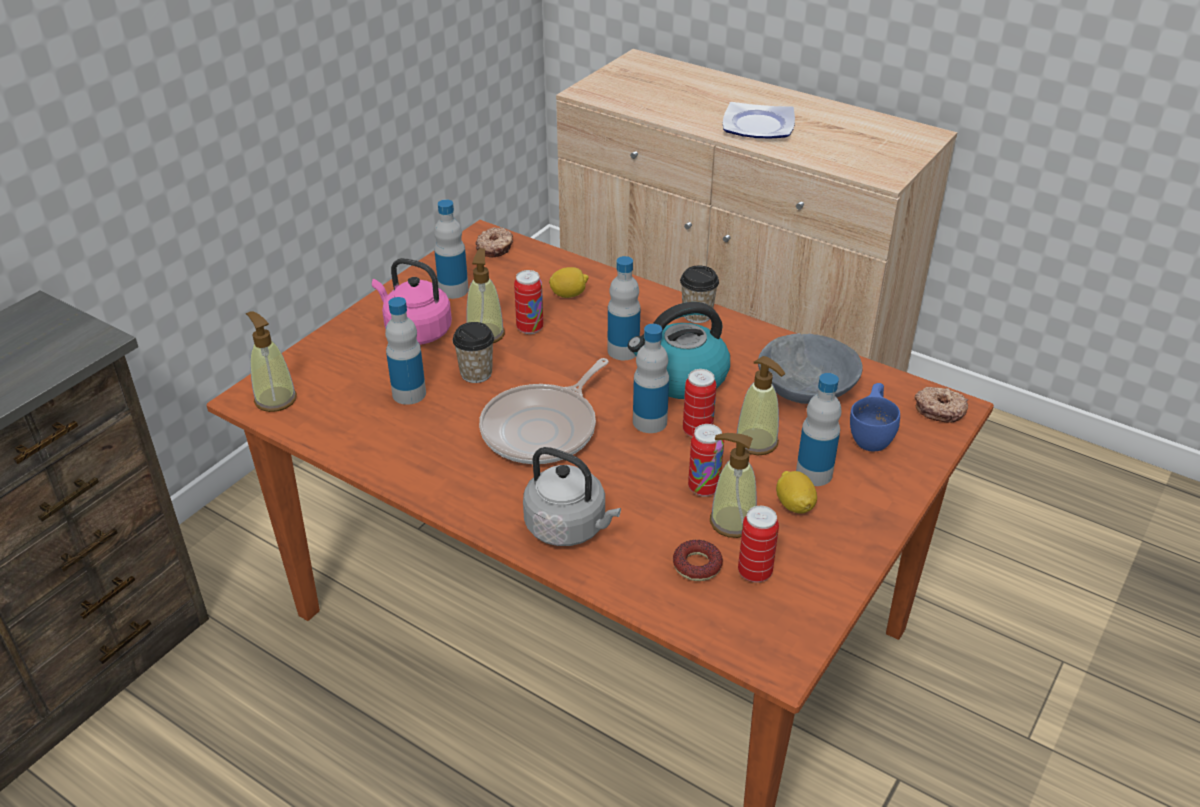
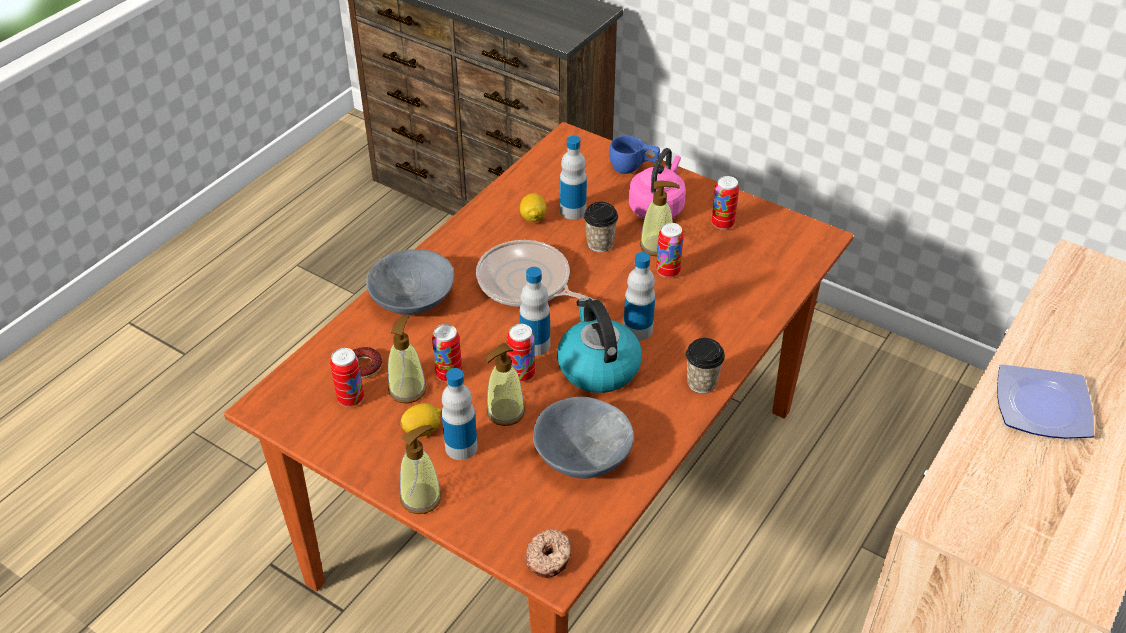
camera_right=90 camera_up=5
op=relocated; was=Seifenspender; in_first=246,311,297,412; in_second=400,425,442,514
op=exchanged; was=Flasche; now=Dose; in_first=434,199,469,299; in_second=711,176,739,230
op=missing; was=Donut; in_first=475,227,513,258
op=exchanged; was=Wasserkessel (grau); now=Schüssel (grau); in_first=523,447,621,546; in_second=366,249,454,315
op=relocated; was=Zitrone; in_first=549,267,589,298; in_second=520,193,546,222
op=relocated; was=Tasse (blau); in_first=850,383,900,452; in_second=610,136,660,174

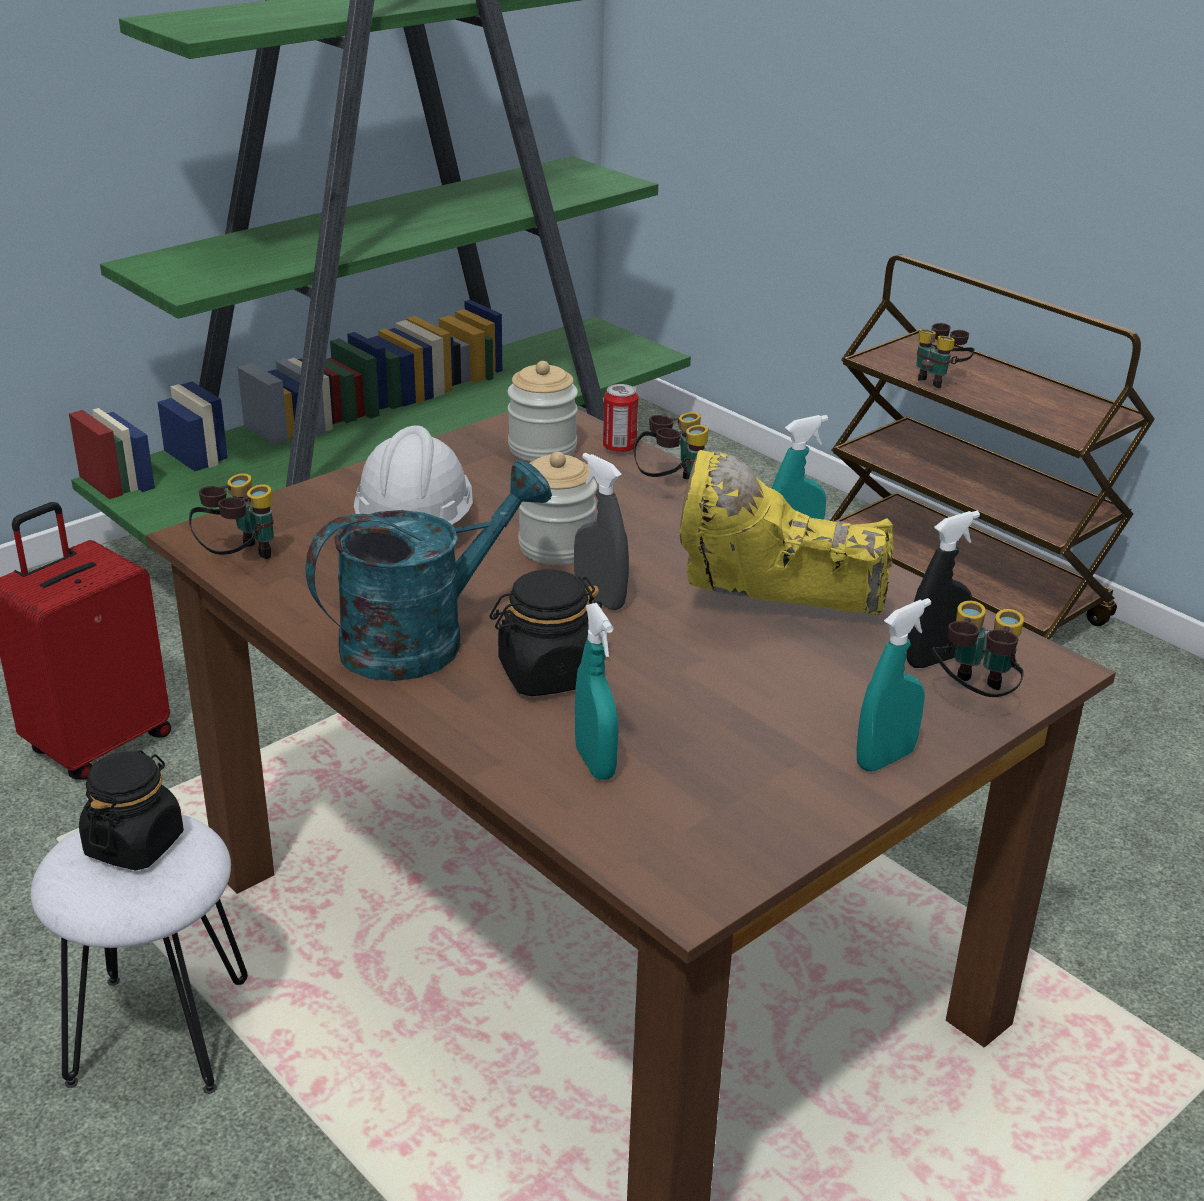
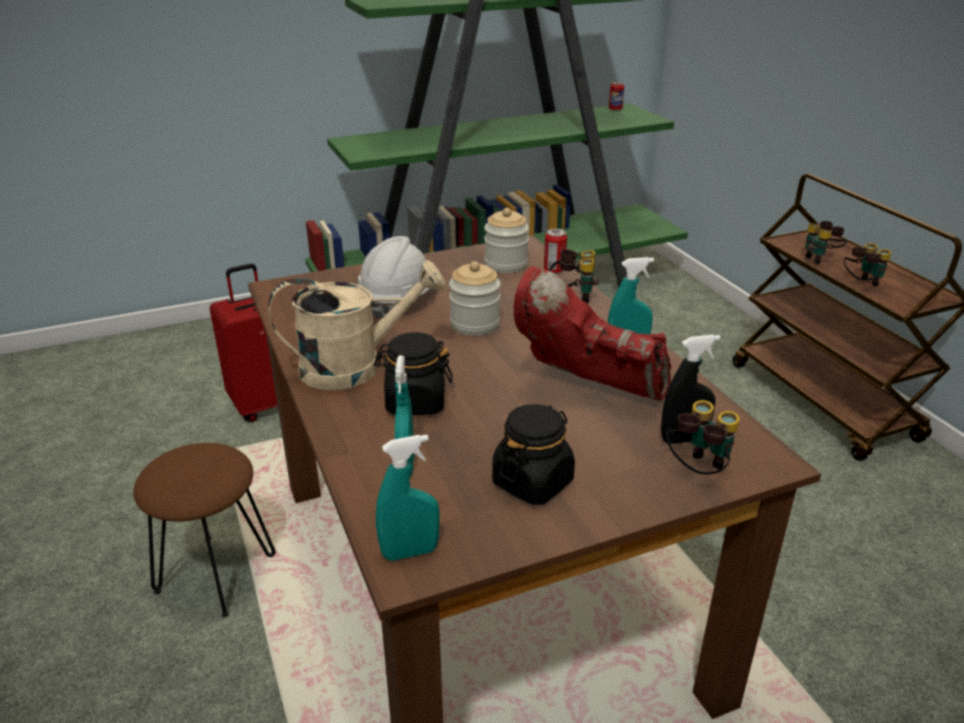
camera_right=20 camera_up=0
op=colour; was=Hocker (weiß); now=Hocker (braun); in_first=31,814,248,1094; in_second=133,443,276,618
op=relocated; was=Vorratsglas (schwarz); in_first=79,750,184,871; in_second=492,404,575,505
op=relocated; was=Fernglas; in_first=189,473,274,559; in_second=844,243,891,287
op=colour; was=Gießkanne (türkis); now=Gießkanne (beige); in_first=306,460,552,681; in_second=268,260,446,390
op=missing; was=Sprühflasche (grau); in_first=574,453,629,610
op=colour; was=Stiefel (gelb); now=Stiefel (rot); in_first=680,450,894,616; in_second=514,266,671,402
op=relocated; was=Sprühflasche (türkis); in_first=857,598,931,771; in_second=376,435,440,561
op=appeared; now=Dose; in_second=609,82,624,111

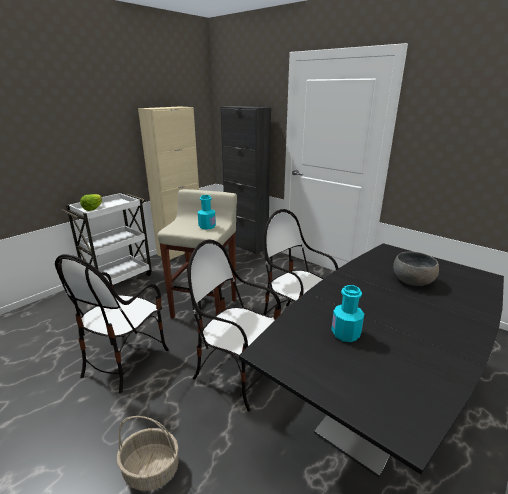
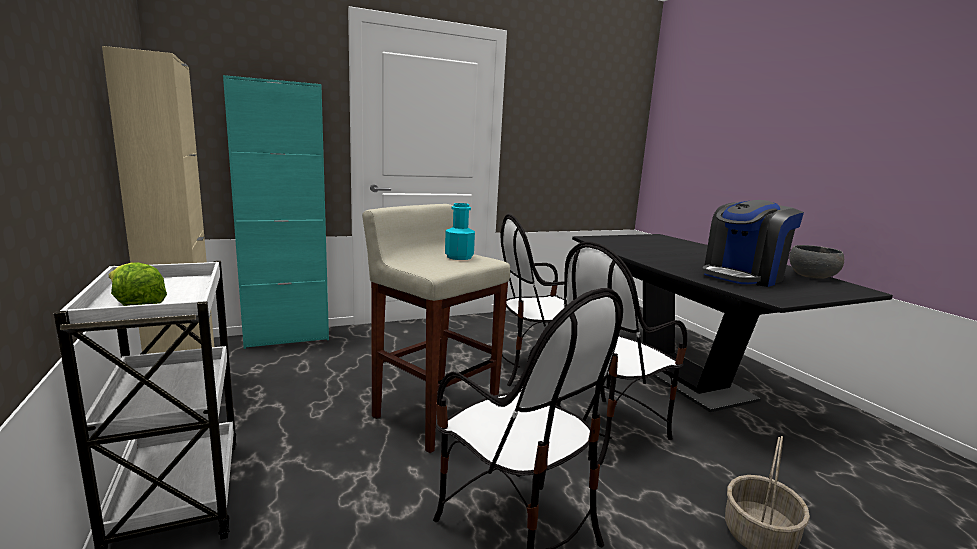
camera_right=-65 camera_up=-10
op=colour; was=Schrank (schwarz); now=Schrank (türkis); in_first=220,106,271,254; in_second=223,75,329,349
op=exchanged; was=Flasche (türkis); now=Kaffeemaschine; in_first=331,285,364,342; in_second=702,200,804,287
op=relocated; was=Schüssel (grau); in_first=393,251,439,286; in_second=789,245,844,279

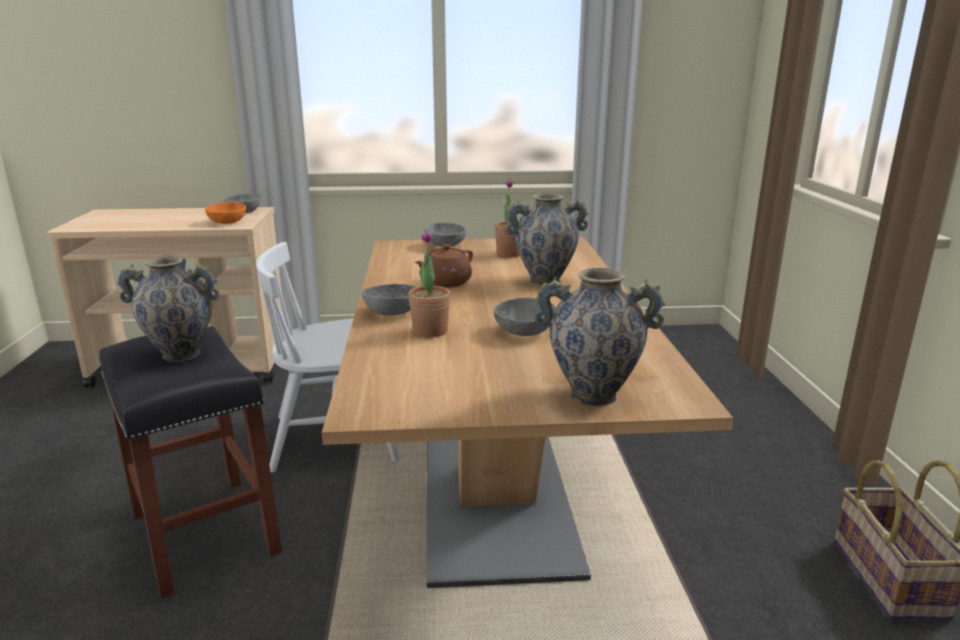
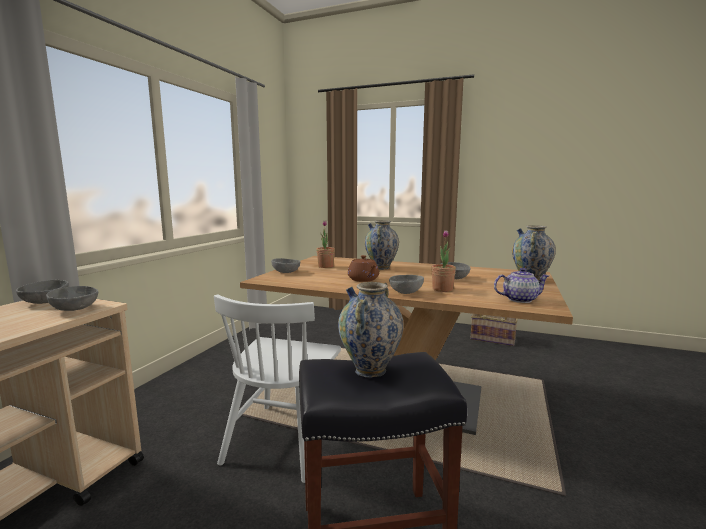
camera_right=-65 camera_up=-10
op=colour; was=Schüssel (orange); now=Schüssel (grau); in_first=205,202,246,224; in_second=46,286,98,311
op=appeared; now=Teekanne; in_second=494,268,549,303

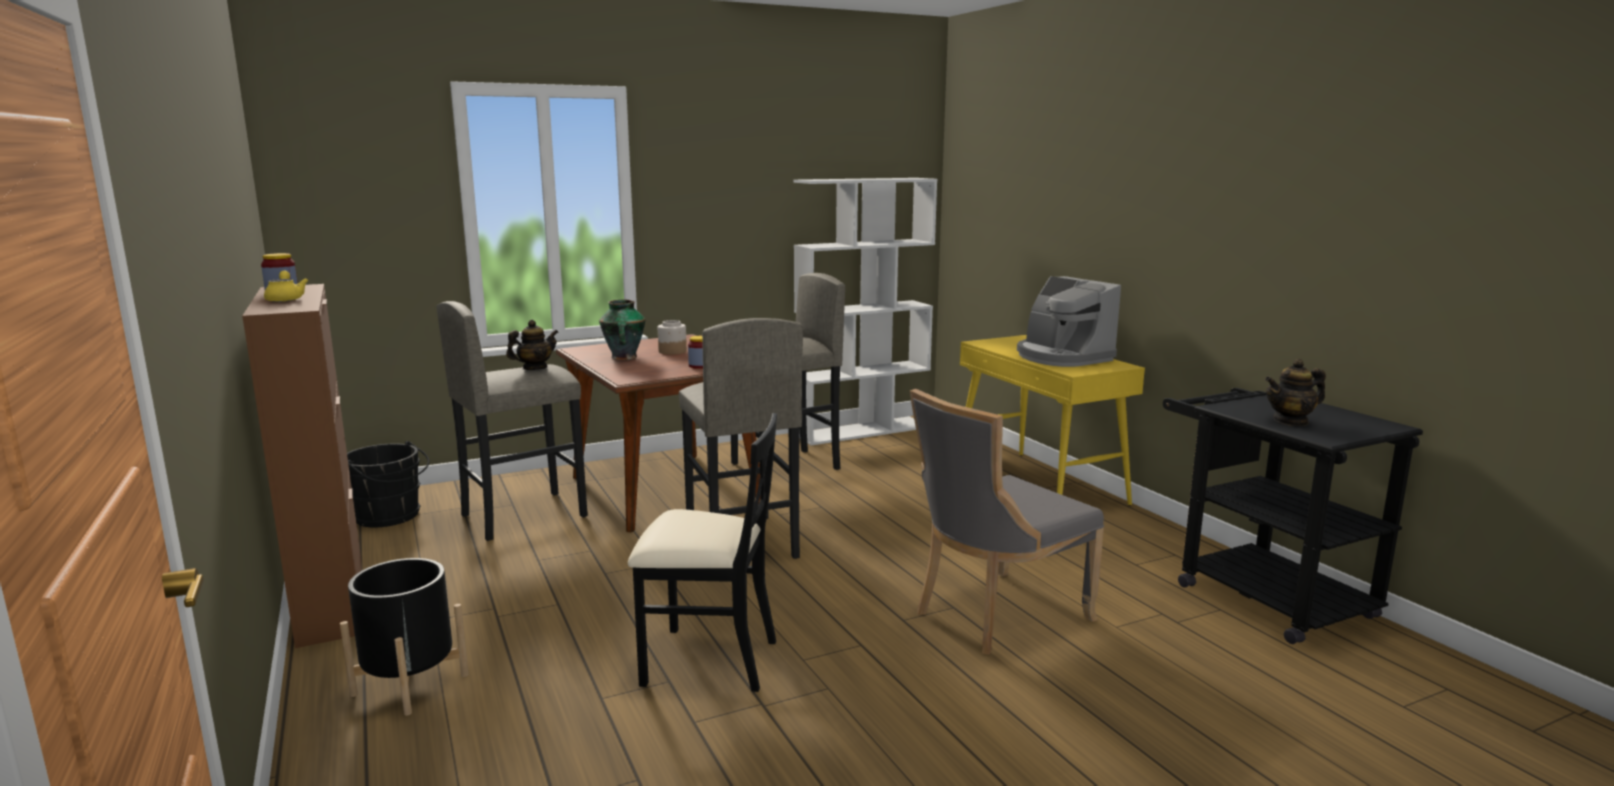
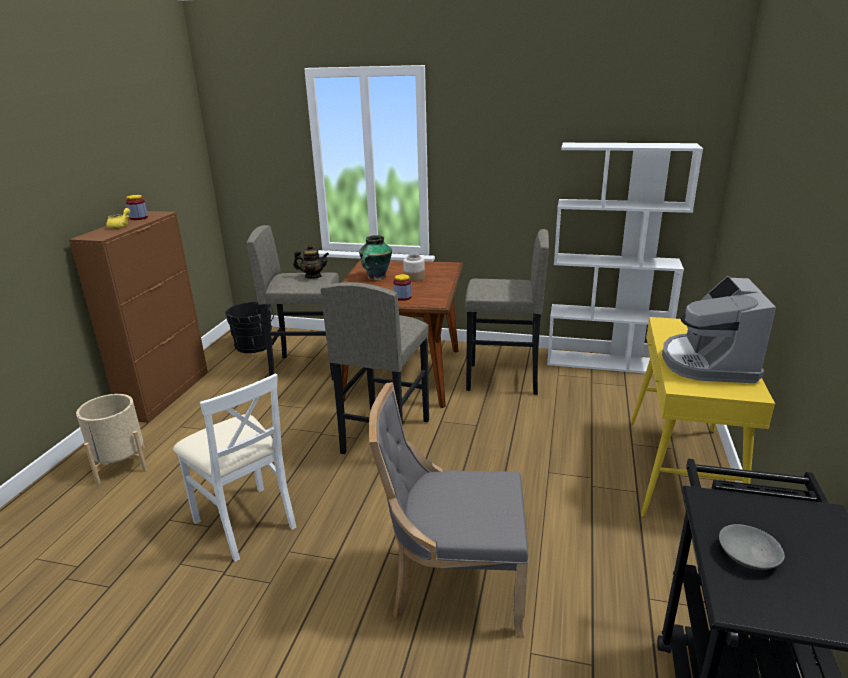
camera_right=40 camera_up=10
op=colour; was=Pflanzkübel (schwarz); now=Pflanzkübel (beige); in_first=340,558,469,716; in_second=76,394,147,484
op=colour; was=Stuhl (schwarz); now=Stuhl (weiß); in_first=628,413,777,692; in_second=173,373,296,562
op=exchanged; was=Teekanne; now=Schüssel (grau); in_first=1265,359,1326,426; in_second=719,524,785,570

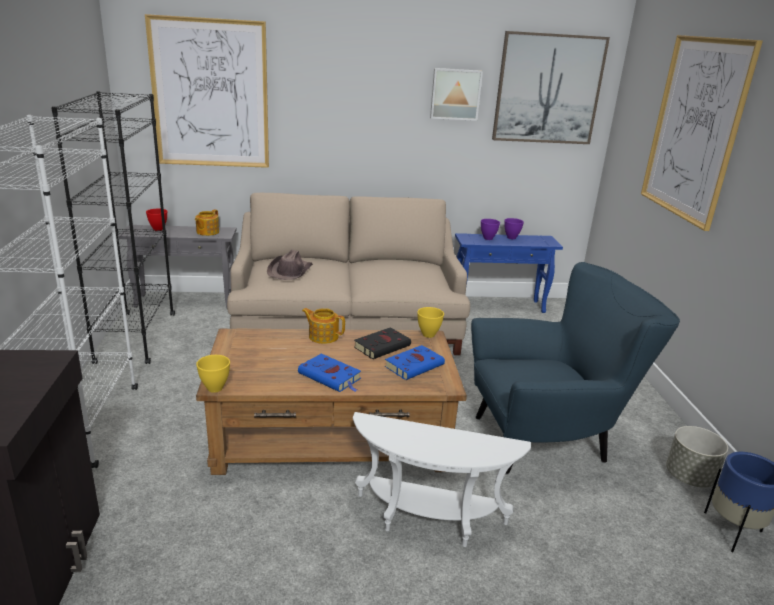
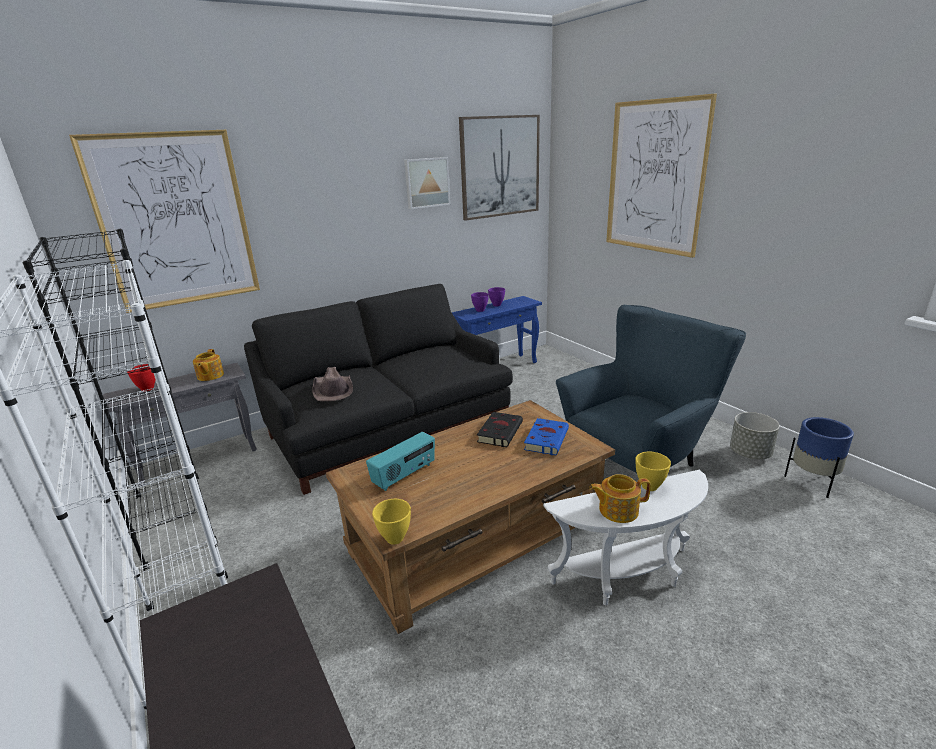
camera_right=-25 camera_up=0
op=colour; was=Sofa (beige); now=Sofa (schwarz); in_first=227,193,470,355; in_second=244,284,513,495
op=missing; was=Buch (blau); in_first=298,354,361,392
op=relocated; was=Teekanne; in_first=302,308,345,344; in_second=589,474,651,523
op=relocated; was=Schüssel (gelb); in_first=417,307,444,338; in_second=635,452,671,491
op=appeared; now=Radio; in_second=366,432,435,491

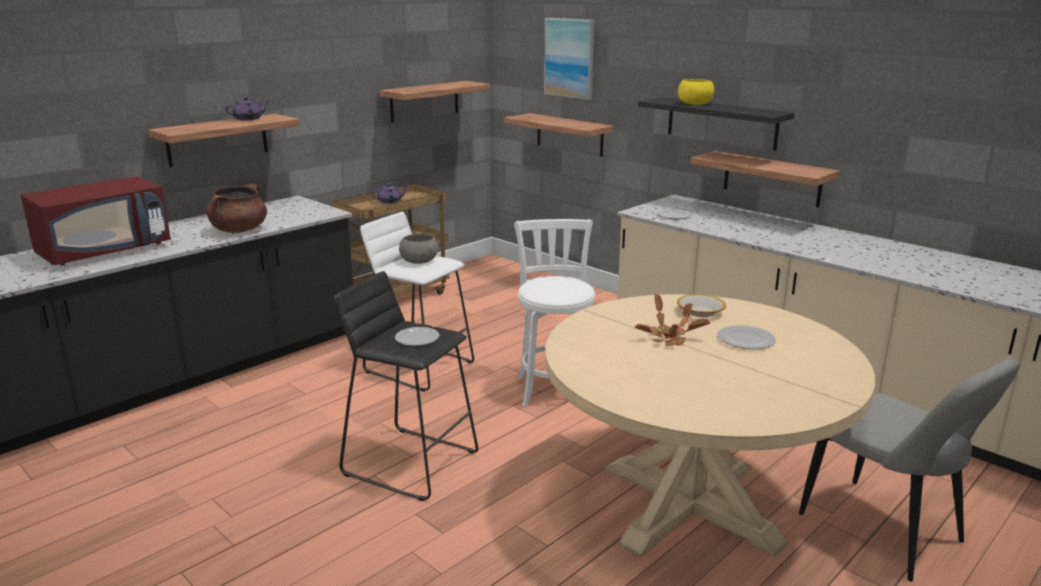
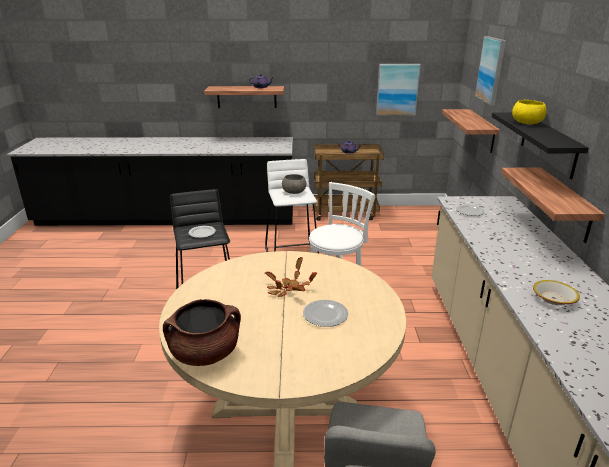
camera_right=45 camera_up=5
op=missing; was=Mikrowelle (rot); in_first=21,176,171,265
op=relocated; was=Kochtopf (braun); in_first=206,184,267,233; in_second=163,299,241,366
op=exchanged; was=Wandregal; now=Bild; in_first=379,81,490,122; in_second=376,64,421,116
op=relocated; was=Schüssel; in_first=677,294,726,317; in_second=533,280,580,305

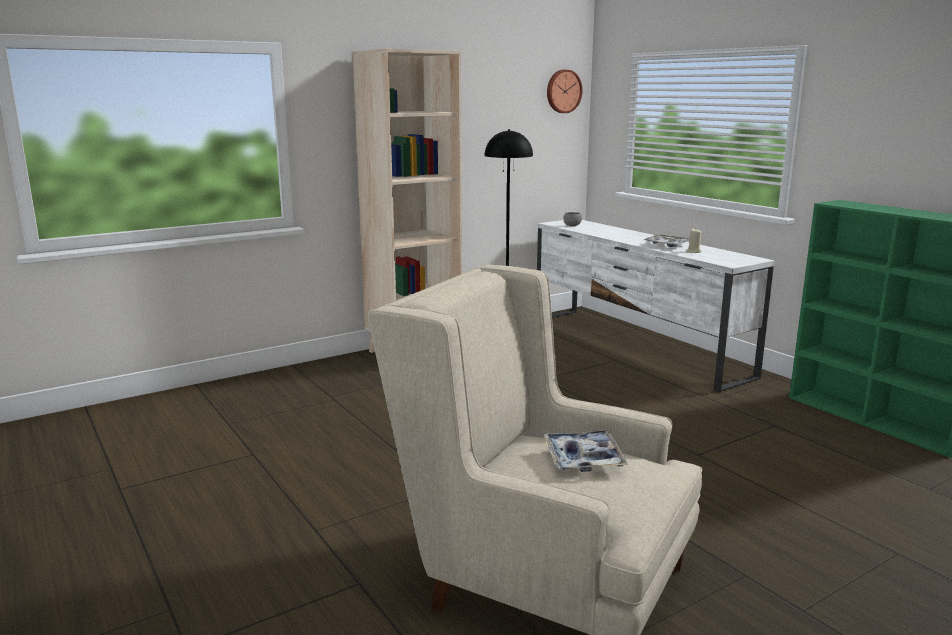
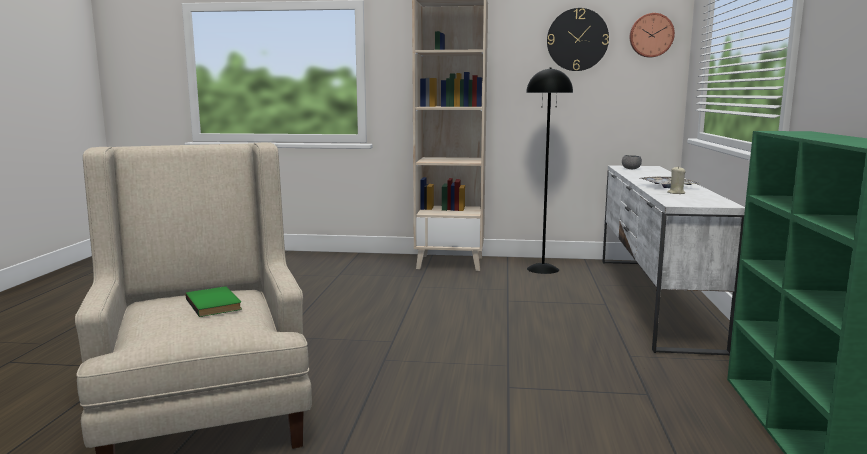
camera_right=40 camera_up=-5
op=exchanged; was=Tablett; now=Buch (grün); in_first=544,430,628,472; in_second=186,287,242,317
op=appeared; now=Wanduhr; in_second=547,8,609,71

